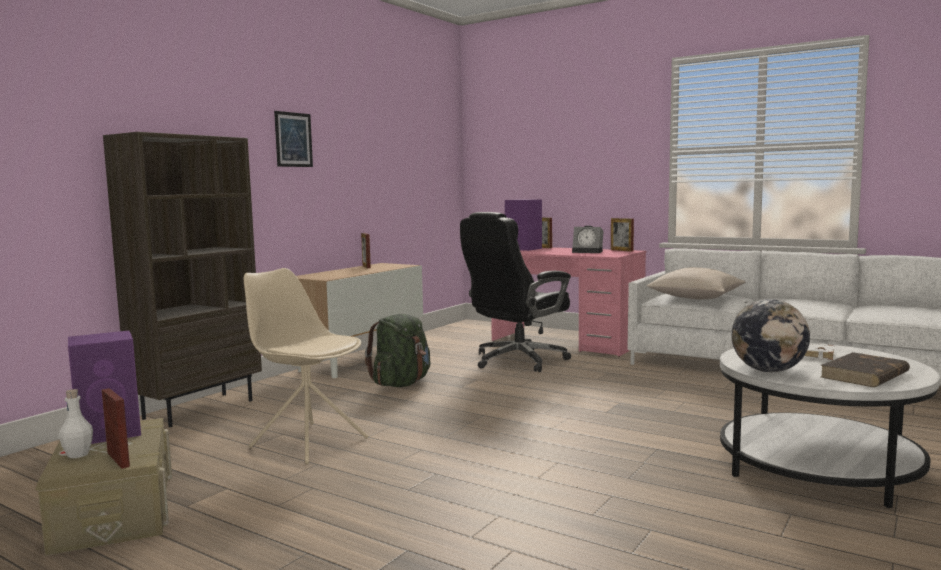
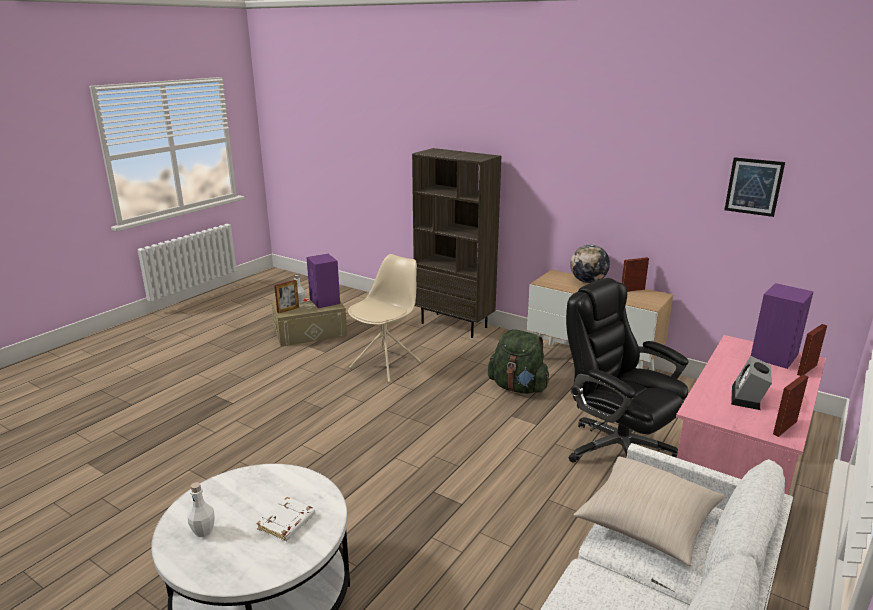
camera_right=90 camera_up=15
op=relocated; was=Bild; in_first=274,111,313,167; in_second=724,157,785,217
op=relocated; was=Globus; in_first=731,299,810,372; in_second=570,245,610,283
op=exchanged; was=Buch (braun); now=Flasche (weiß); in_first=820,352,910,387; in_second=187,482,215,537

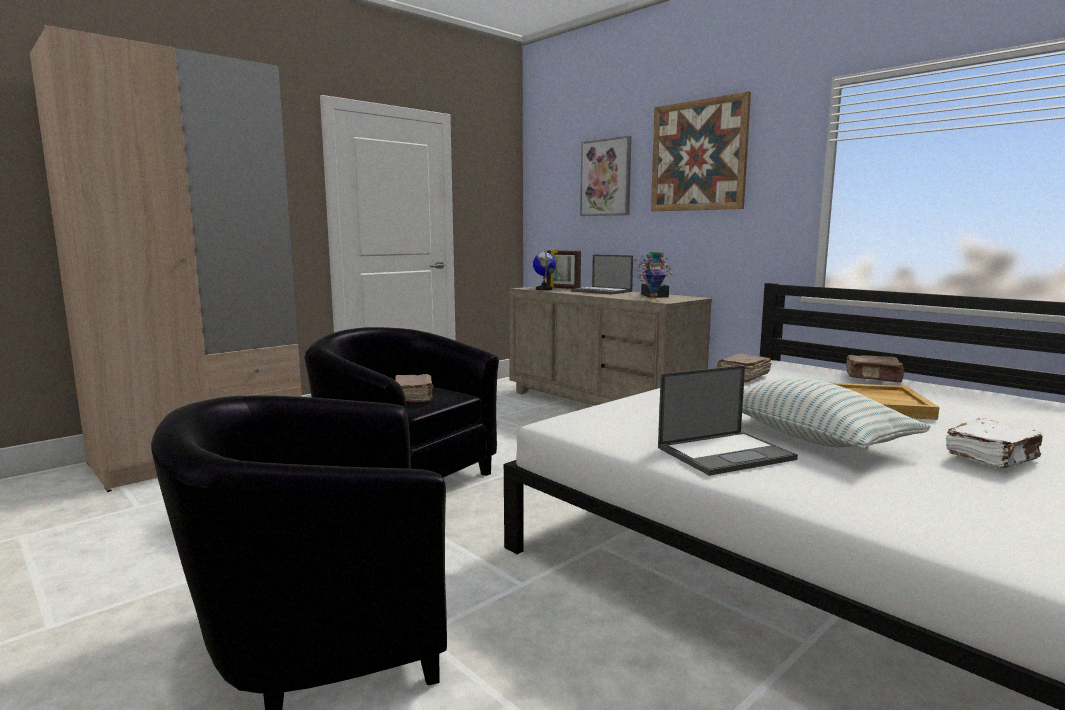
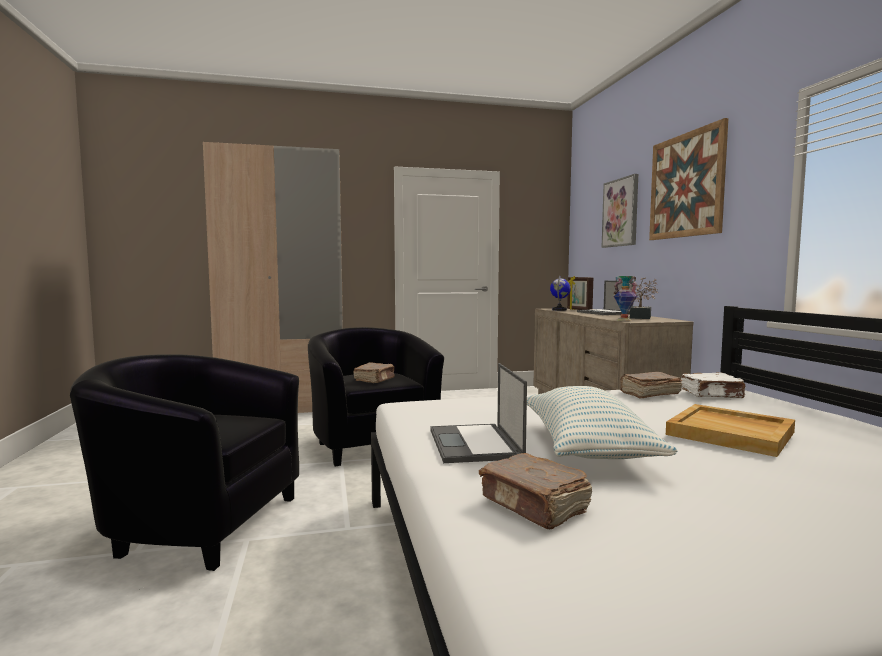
camera_right=30 camera_up=-5
op=spun; was=Laptop; in_first=658,365,798,476; in_second=430,363,527,463; clockwise=75
op=relocated; was=Buch (braun); in_first=846,355,905,383; in_second=479,453,592,529
op=relocated; was=Buch (weiß); in_first=946,418,1043,468; in_second=681,372,746,398

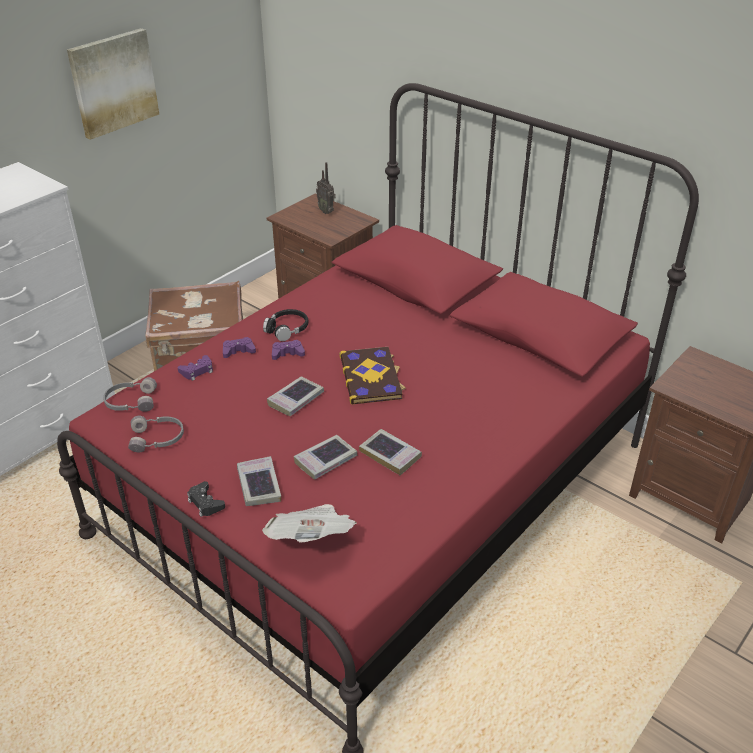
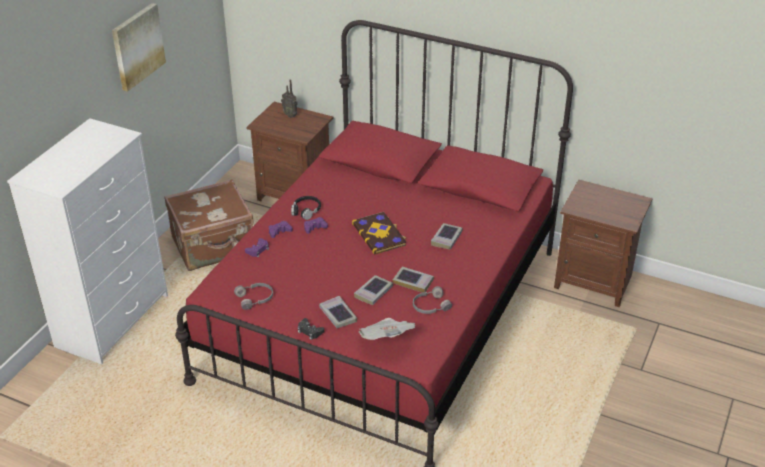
camera_right=-15 camera_up=0
op=relocated; was=Kopfhörer (grau); in_first=103,377,157,412; in_second=413,286,452,314
op=relocated; was=Buch; in_first=267,376,324,416; in_second=431,223,463,249

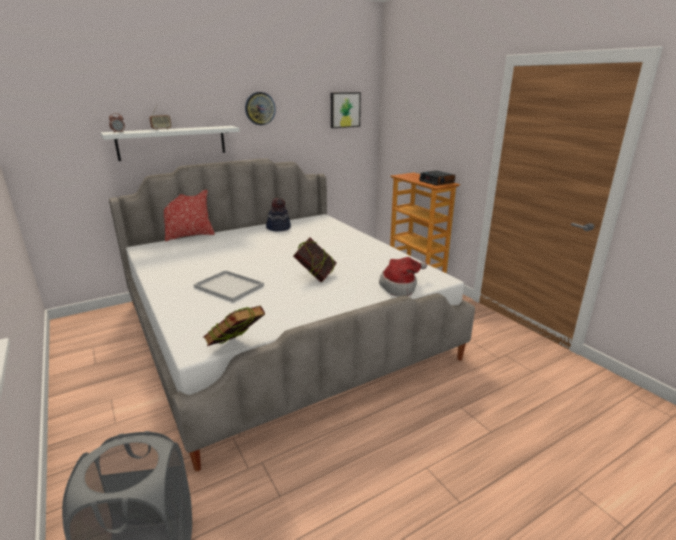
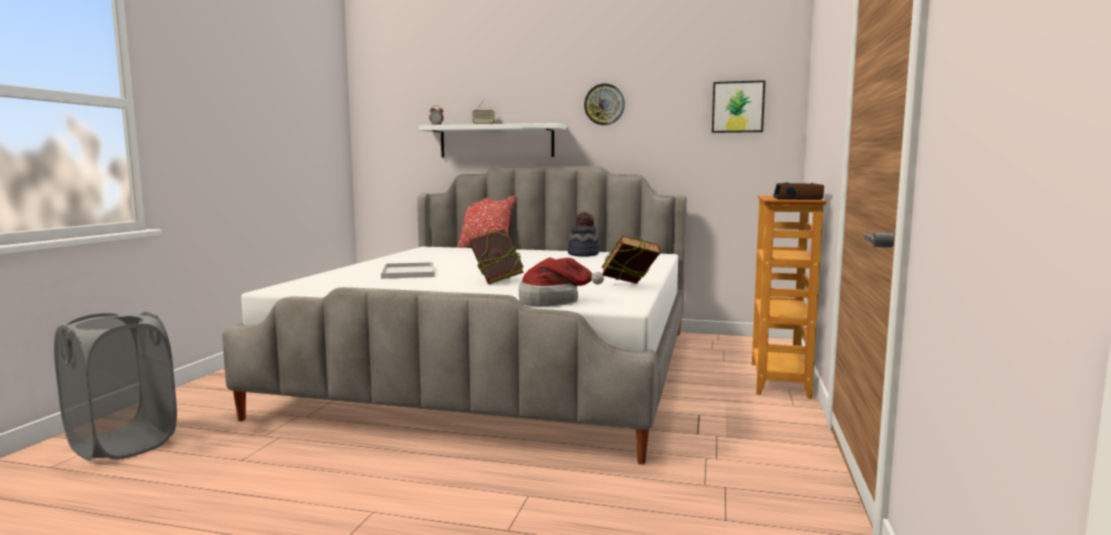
camera_right=45 camera_up=-15
op=relocated; was=Buch; in_first=203,306,265,346; in_second=602,236,660,284

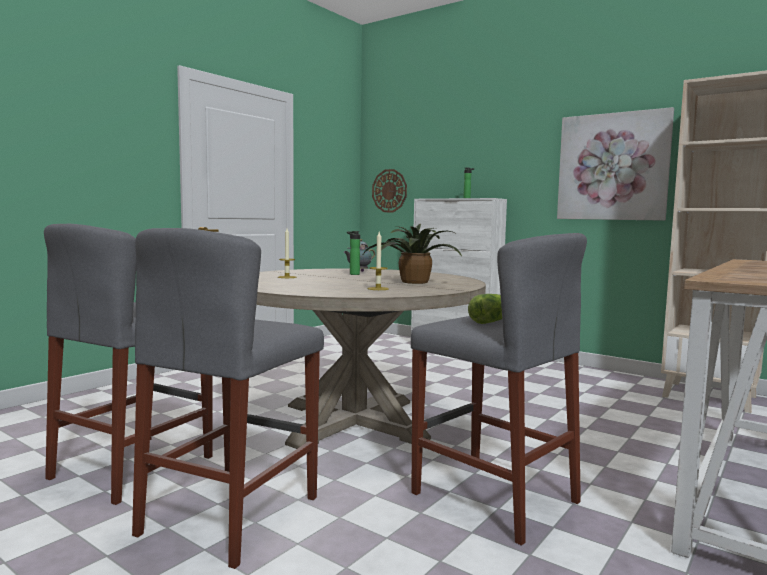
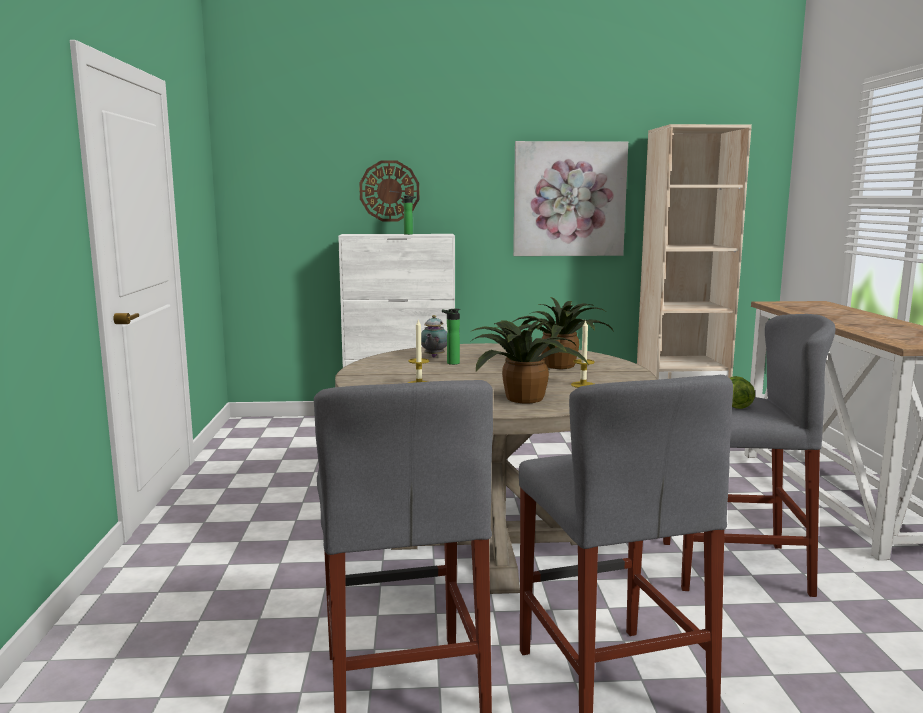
camera_right=-40 camera_up=5
op=relocated; was=Wanduhr; in_first=372,169,407,212; in_second=359,160,419,221
op=appeared; now=Topfpflanze; in_second=470,320,589,403

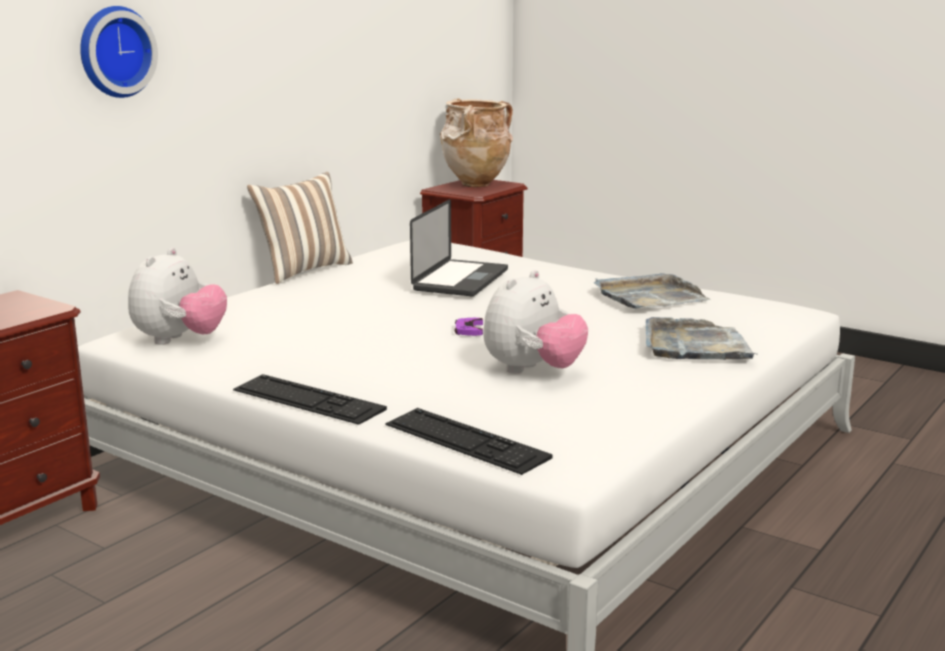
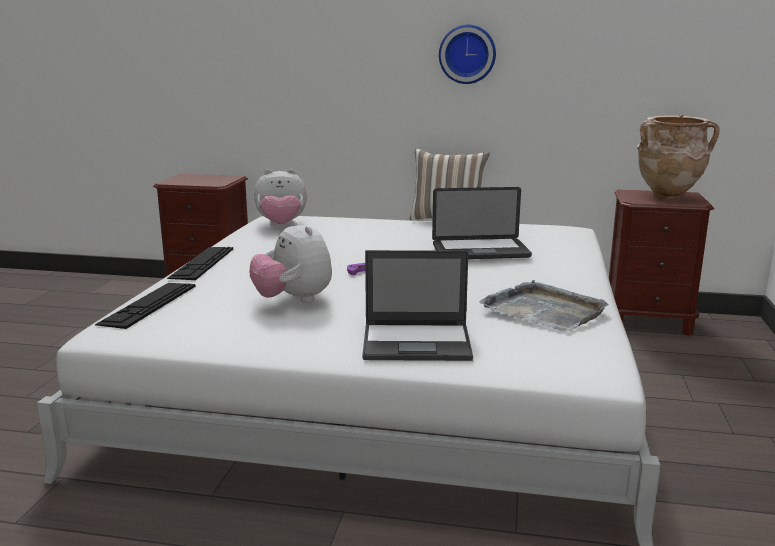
camera_right=65 camera_up=0
op=relocated; was=Wanduhr; in_first=80,6,158,98; in_second=439,25,496,84
op=spun; was=Plüschtier; in_first=483,270,588,374; in_second=250,220,332,303; clockwise=45
op=exchanged; was=Tablett (grau); now=Laptop; in_first=646,317,757,360; in_second=362,250,473,361

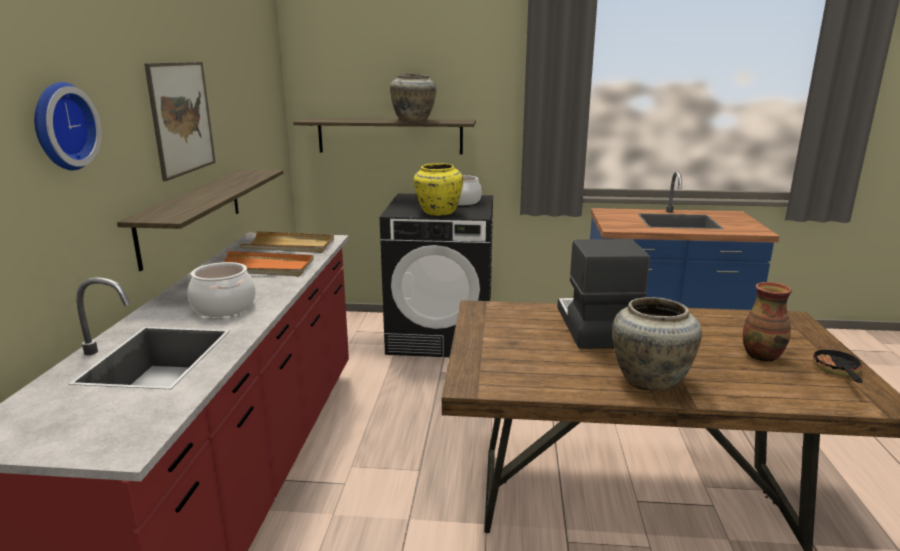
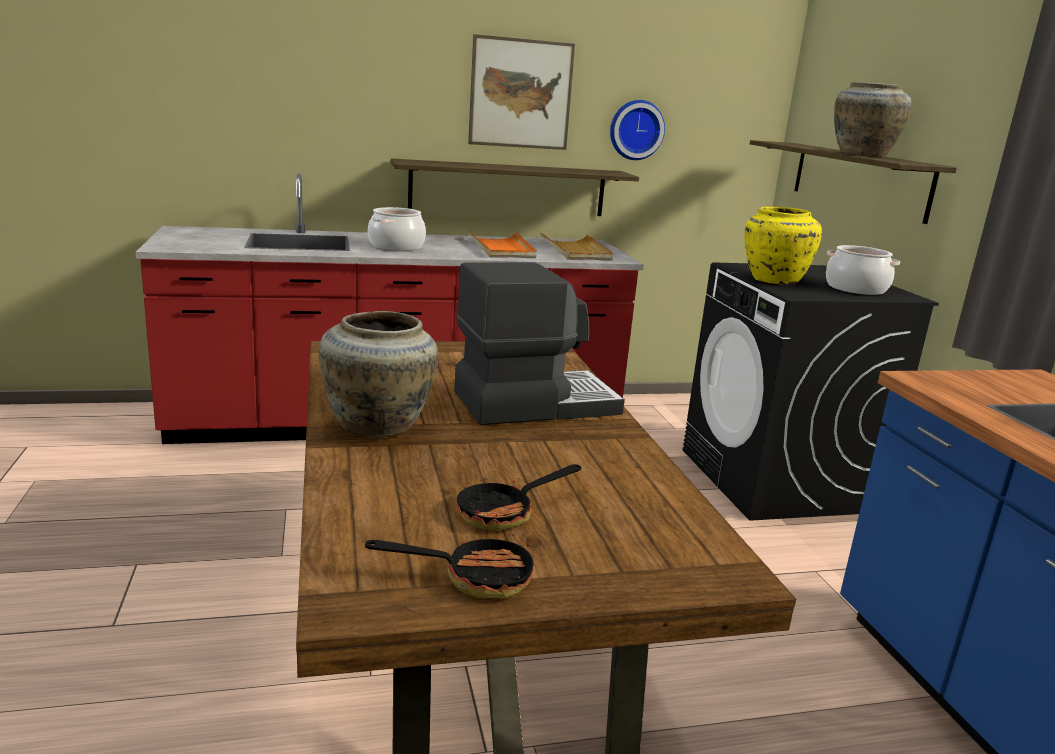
camera_right=70 camera_up=0
op=relocated; was=Wanduhr; in_first=34,82,101,170; in_second=610,100,665,160
op=exchanged; was=Vase; now=Pfanne; in_first=743,282,792,362; in_second=457,464,581,530

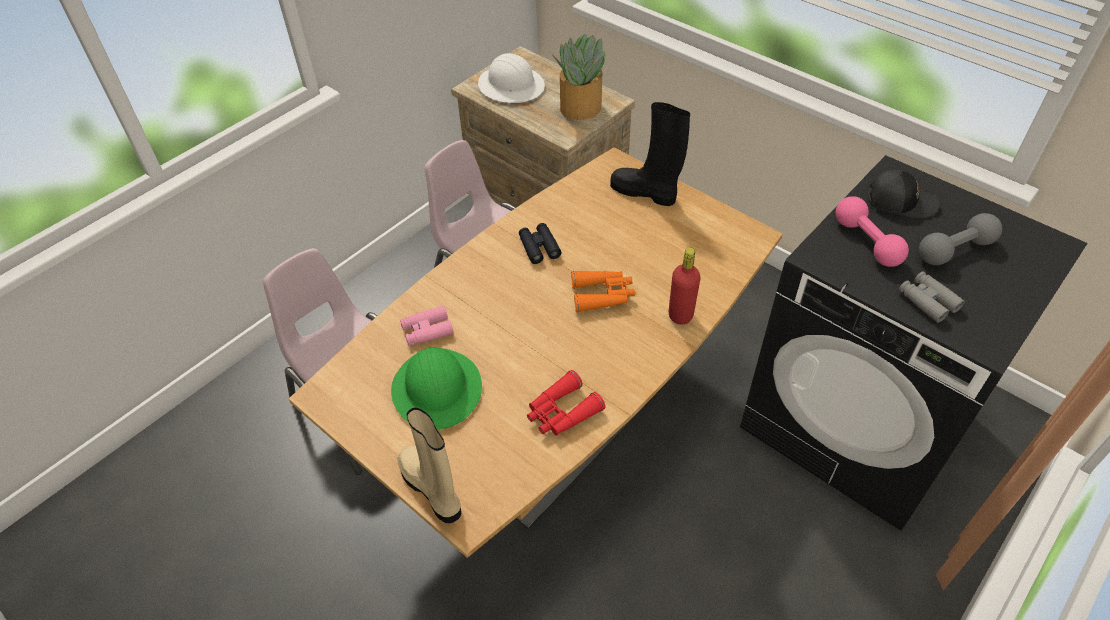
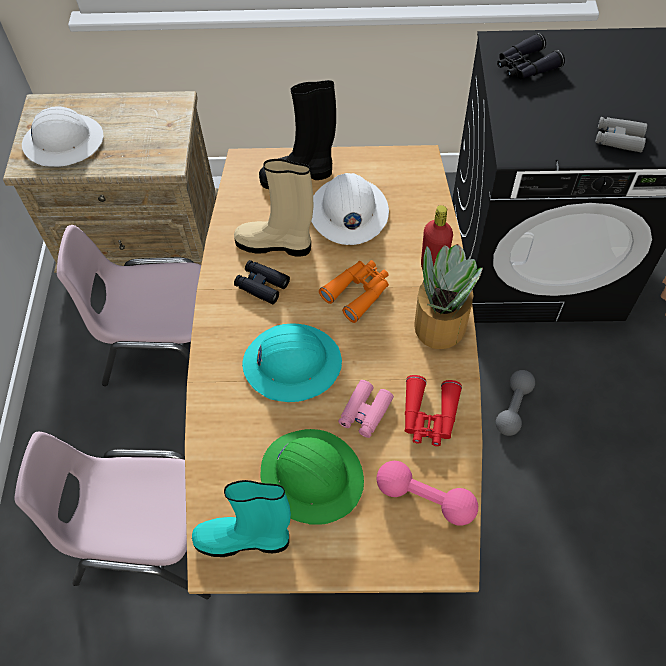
camera_right=-40 camera_up=10
op=relocated; was=Stiefel (beige); in_first=397,408,461,523; in_second=234,159,313,256
op=relocated; was=Fernglas (rosa); in_first=400,305,454,345; in_second=338,380,394,438
op=relocated; was=Topfpflanze; in_first=552,34,605,120; in_second=414,244,483,349
op=relocated; was=Hantel (rosa); in_first=836,196,909,267; in_second=376,461,478,526
op=exchanged; was=Kappe (schwarz); now=Fernglas (schwarz); in_first=868,170,940,219; in_second=497,33,565,79
op=relocated; was=Hantel (grau); in_first=919,213,1002,265; in_second=496,370,535,436
op=appeared; now=Stiefel (türkis); in_second=192,480,291,557
op=appeared; now=Schutzhelm (türkis); in_second=242,324,342,402
op=appeared; now=Schutzhelm (weiß); in_second=311,173,389,245

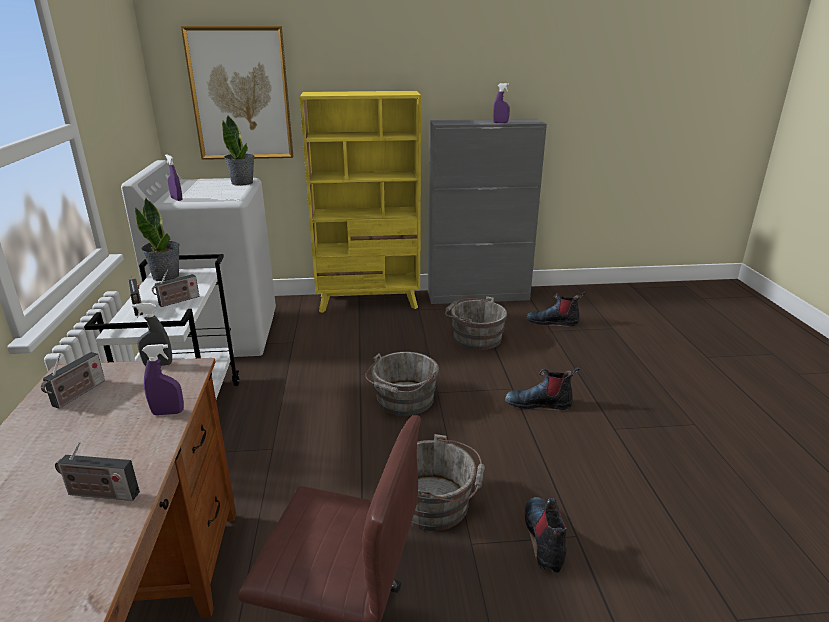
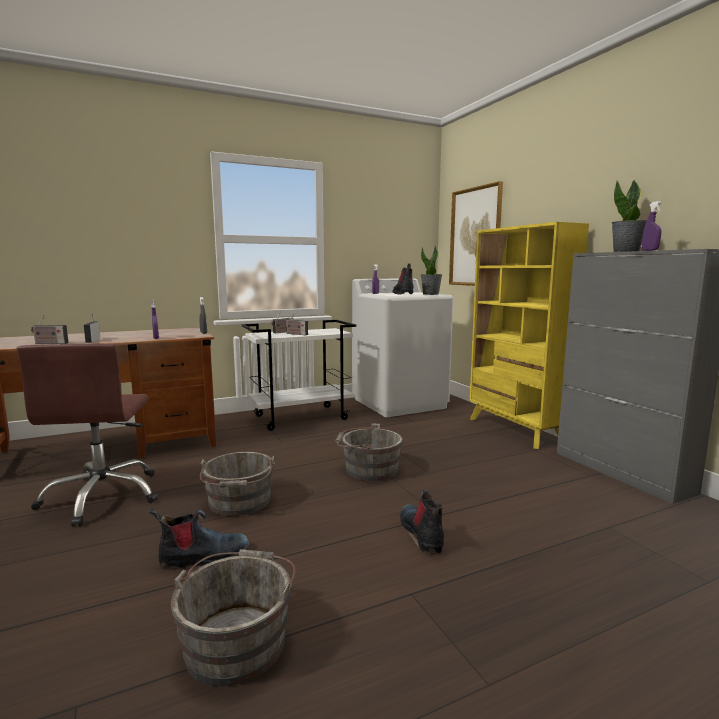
camera_right=70 camera_up=-15
op=relocated; was=Radio; in_first=41,352,105,409; in_second=31,315,69,344
op=relocated; was=Topfpflanze; in_first=135,198,180,281; in_second=611,180,647,252
op=relocated; was=Eimer (grau); in_first=445,296,507,350; in_second=171,549,296,686
op=relocated; was=Stiefel; in_first=526,292,586,326; in_second=393,263,414,294

